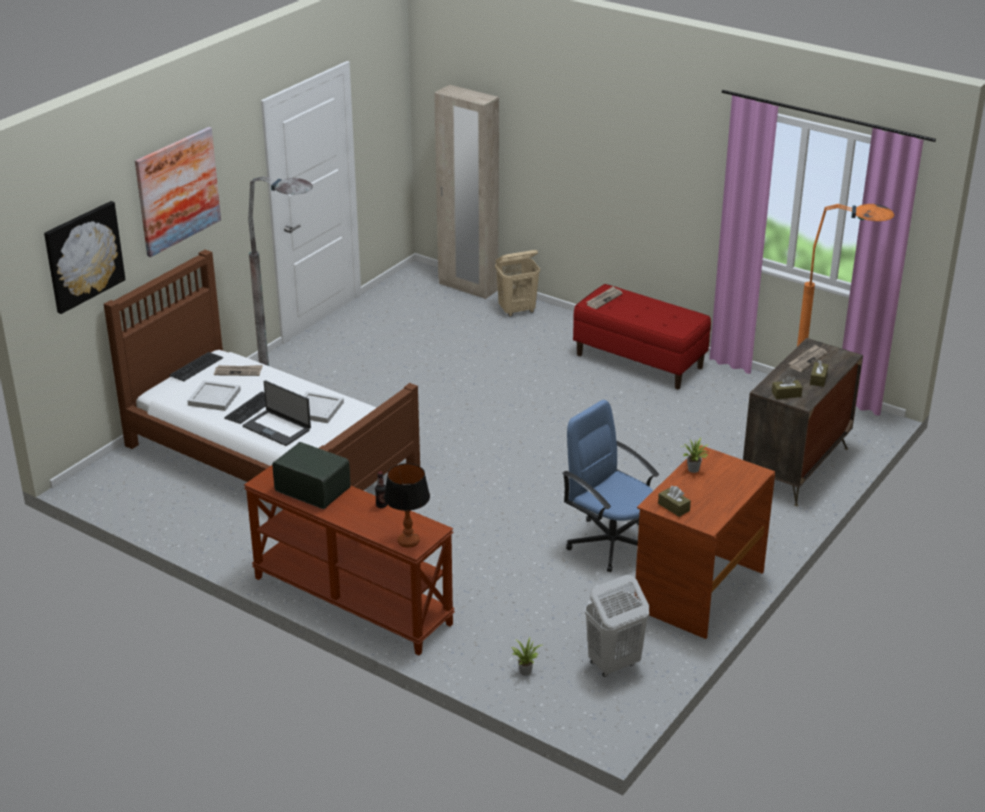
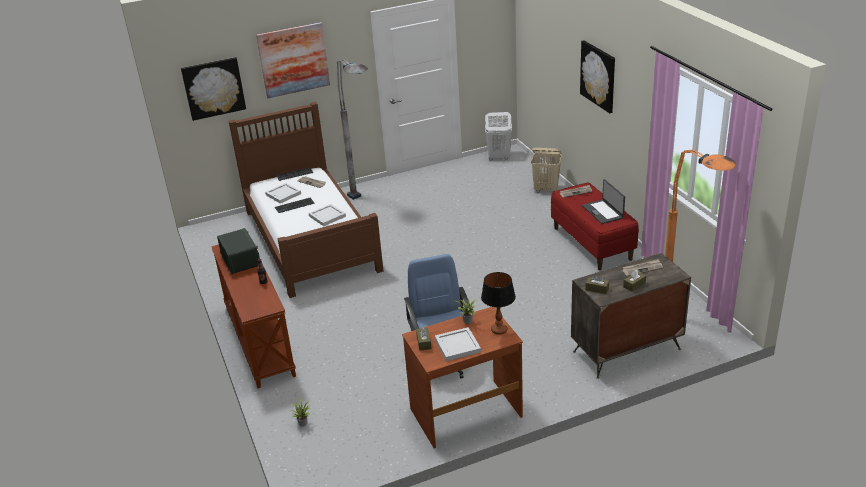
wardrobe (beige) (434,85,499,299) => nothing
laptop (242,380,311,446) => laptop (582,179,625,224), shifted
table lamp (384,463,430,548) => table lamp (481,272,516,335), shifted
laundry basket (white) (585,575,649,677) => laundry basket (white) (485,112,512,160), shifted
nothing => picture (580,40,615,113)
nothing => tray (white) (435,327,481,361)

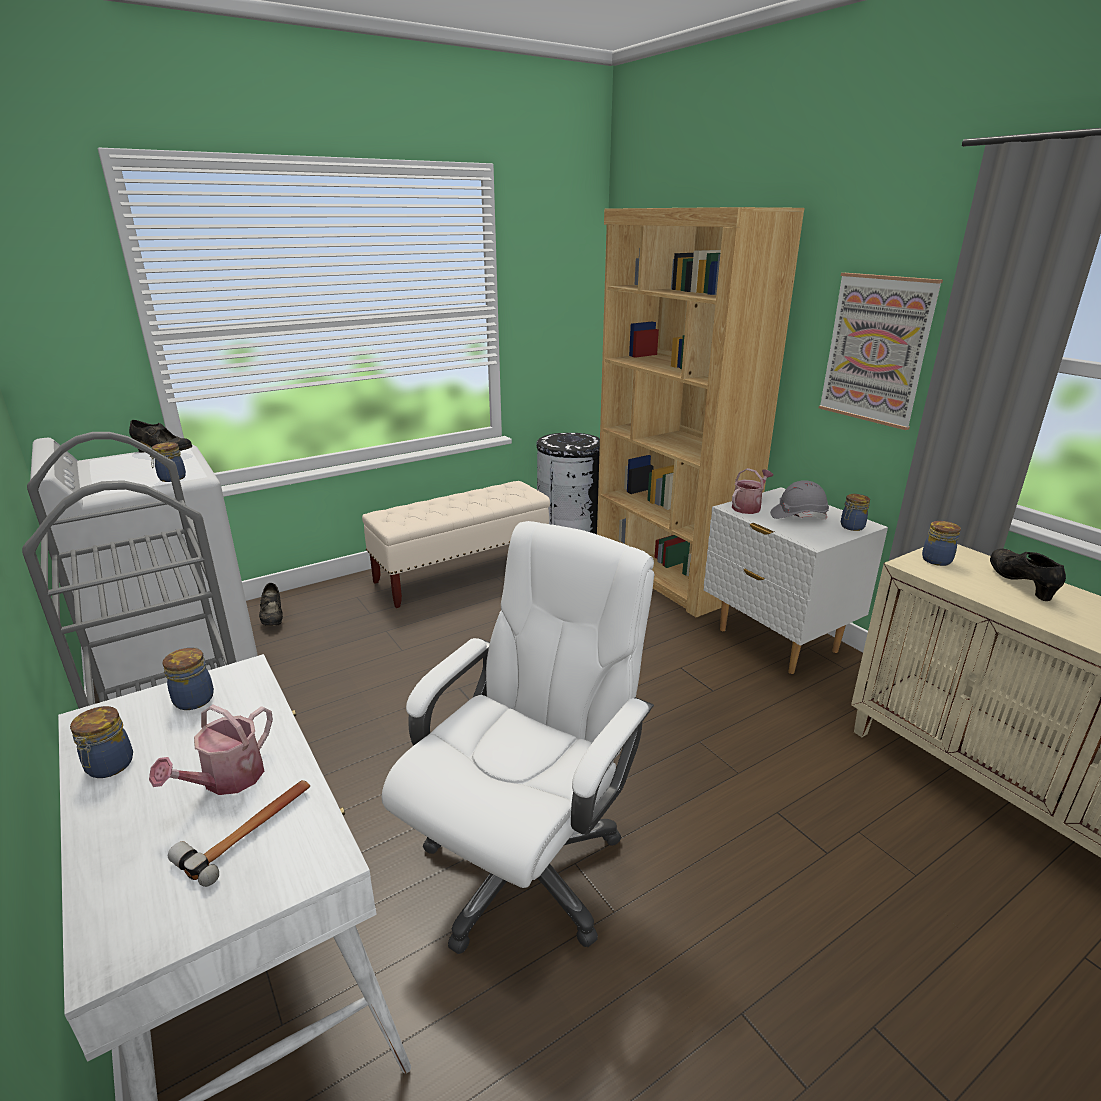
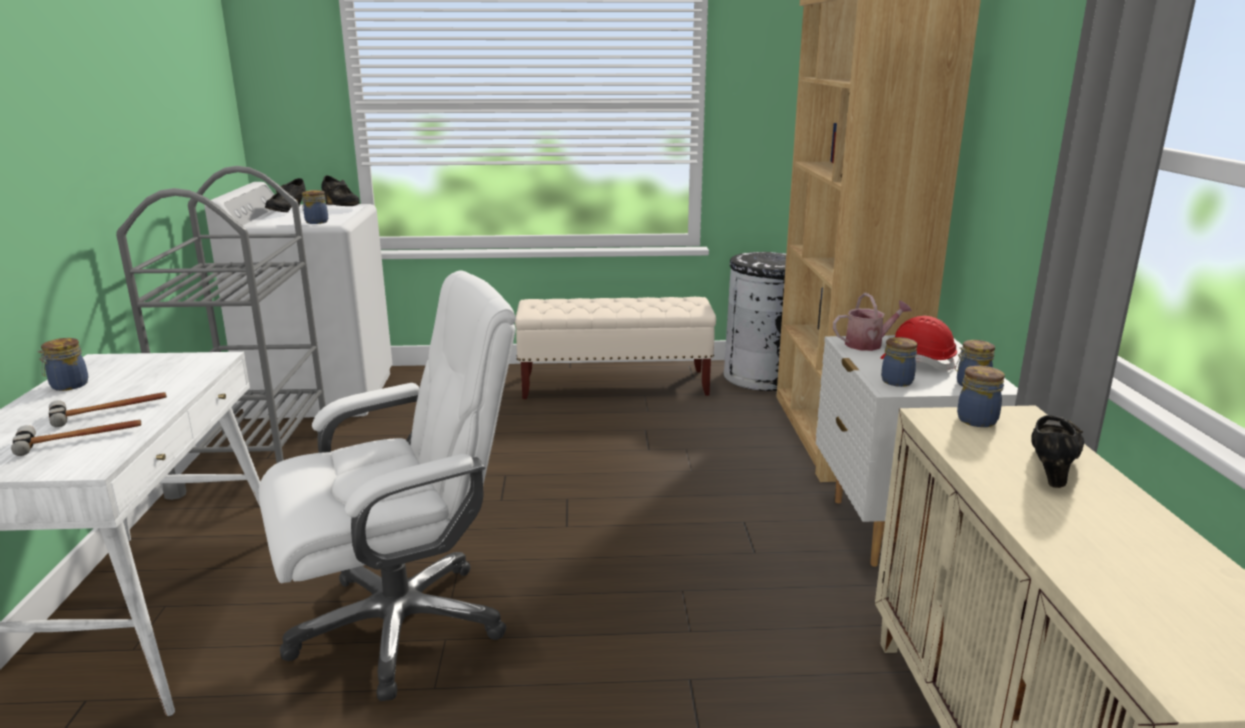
picture (819,273,943,430) => nothing
hard hat (grey) (770,480,829,520) => hard hat (red) (881,316,957,371)
shoe (black) (259,583,283,626) => shoe (black) (265,178,306,212), shifted
jar (163,648,214,710) => jar (881,337,918,387), shifted
watering can (149,705,273,795) => hammer (49,392,167,427)

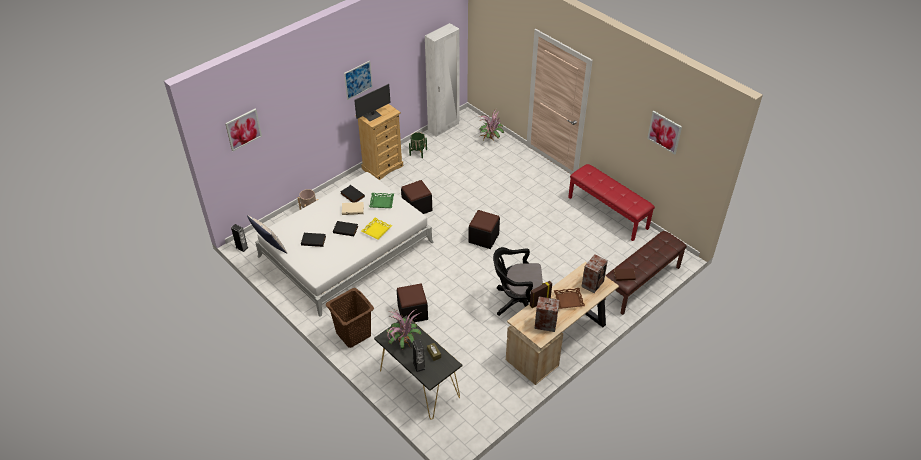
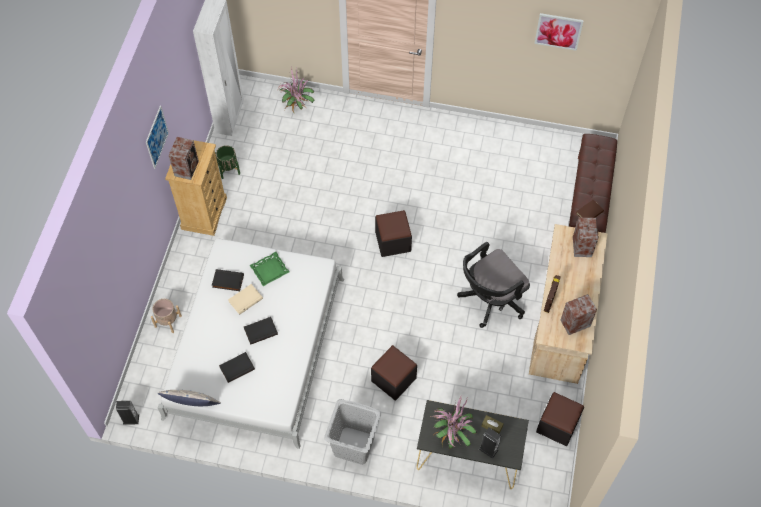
monitor (354,84,391,121) => speaker (168,137,199,180)
picture (225,109,262,151) => nothing
bench (red) (568,164,655,241) => nothing
ottoman (black) (401,180,432,214) => ottoman (black) (536,392,584,446), shifted
tray (yellow) (361,218,392,240) => nothing
laundry basket (brown) (326,288,374,348) => laundry basket (grey) (324,399,381,465)
tray (brown) (554,288,585,309) => nothing

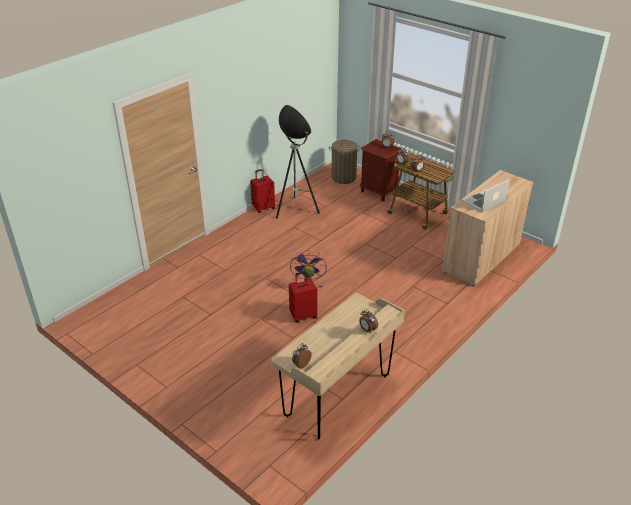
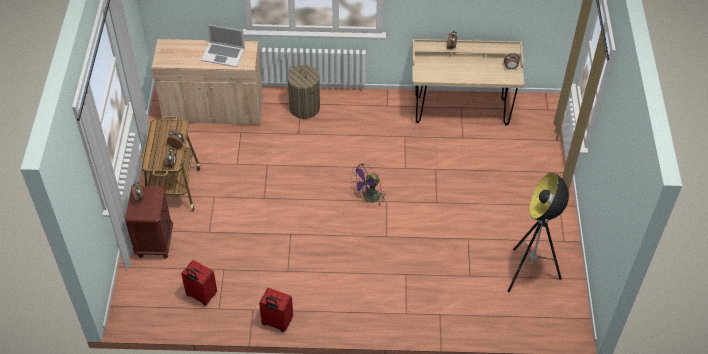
floor lamp (276,105,320,218) => floor lamp (508,172,569,292), shifted
laundry basket (329,140,361,184) => laundry basket (287,65,320,119), shifted
suitcase (red) (289,271,317,323) => suitcase (red) (181,260,217,306), shifted

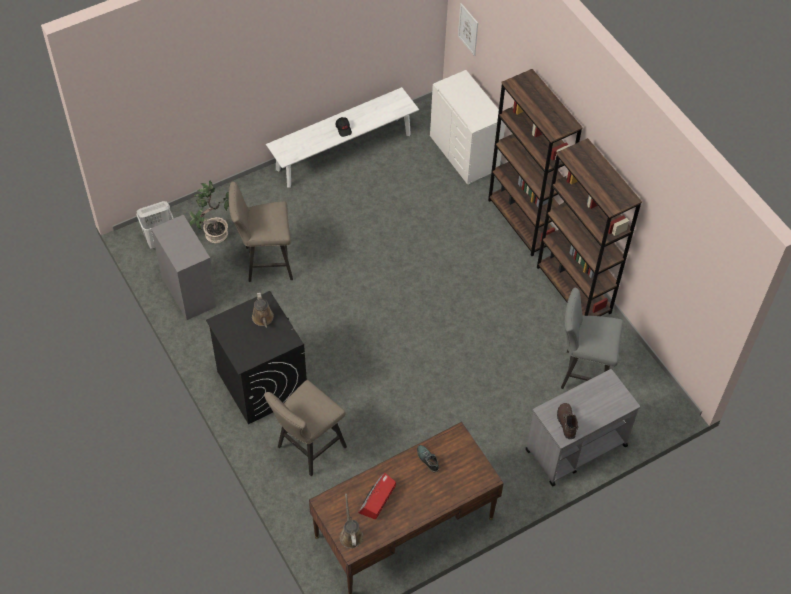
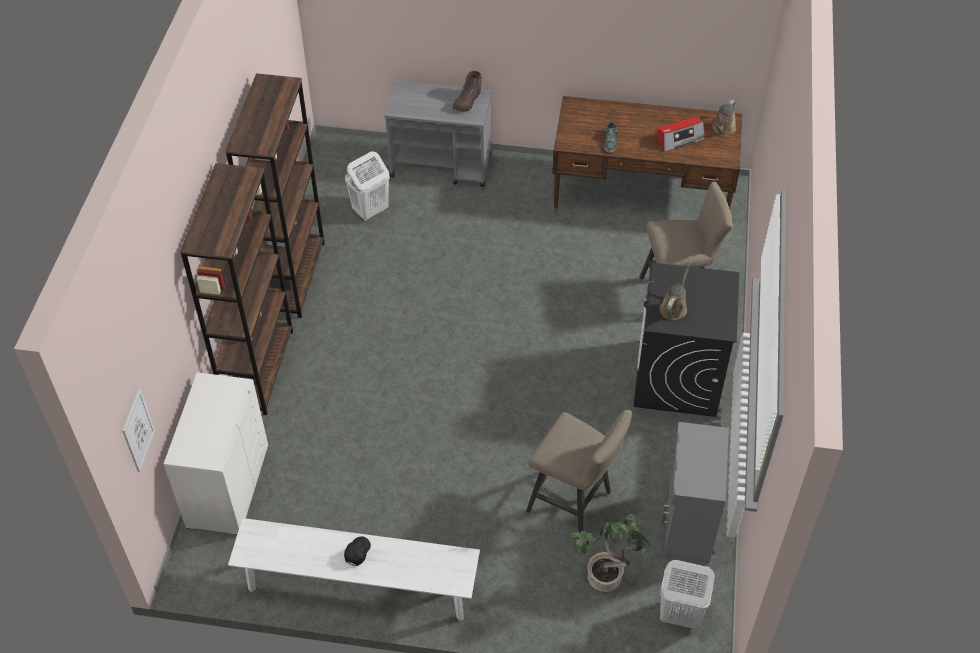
stool (grey) (561,287,623,389) => laundry basket (white) (345,151,390,221)

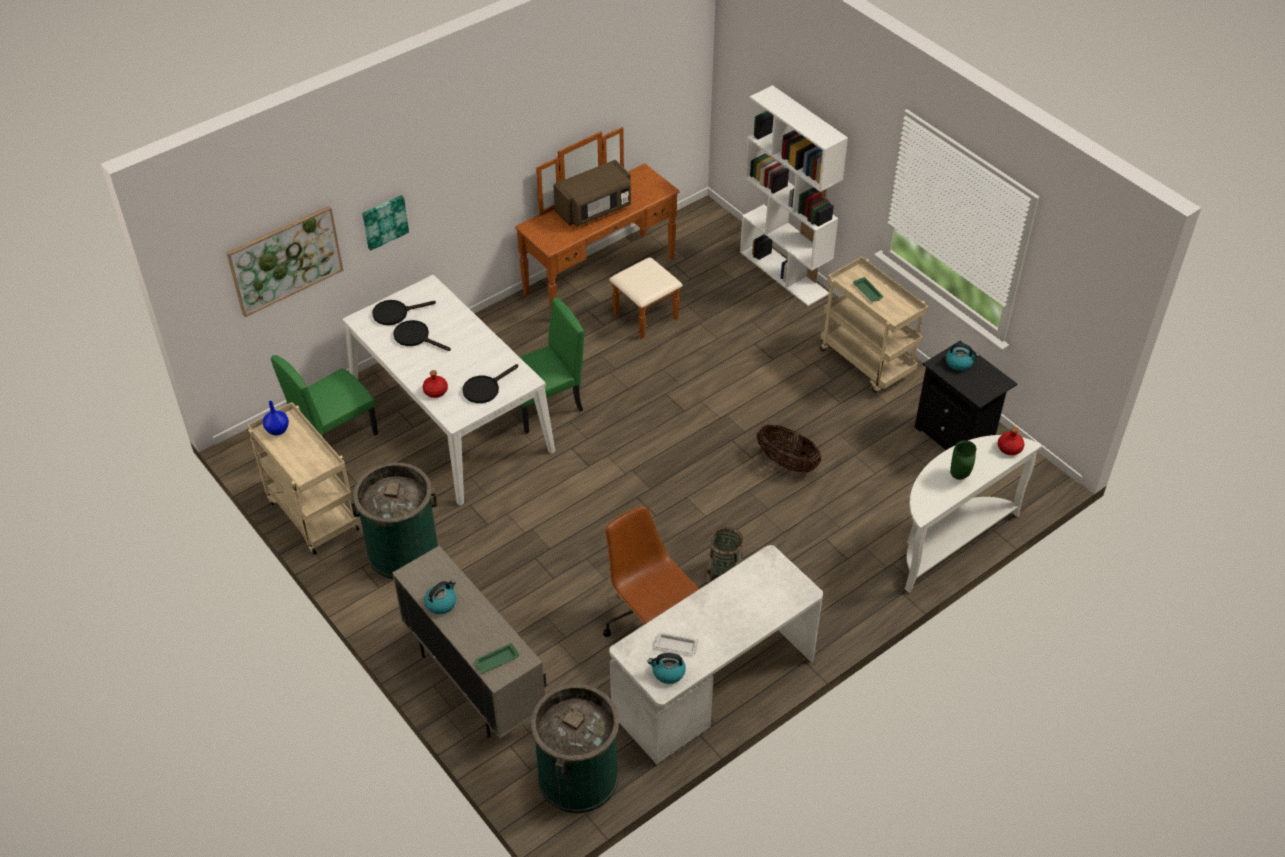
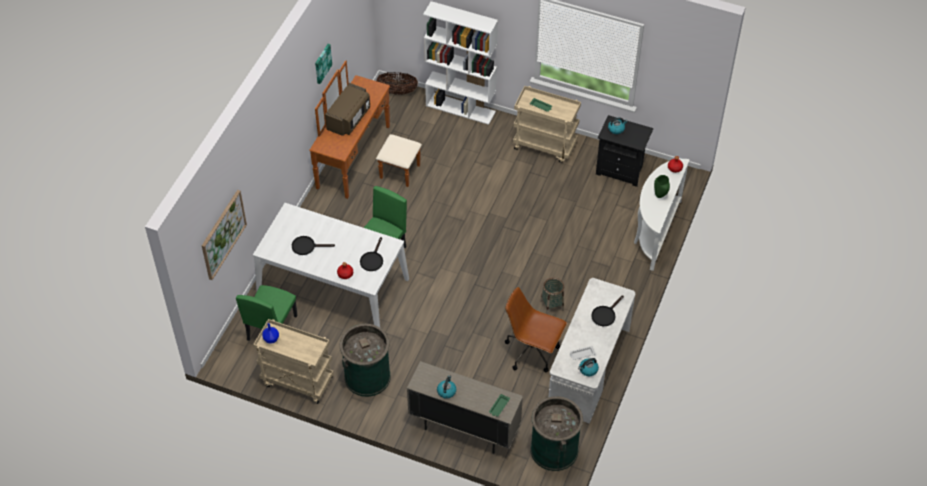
picture (362,195,409,251) => picture (315,44,332,84), shifted
frying pan (black) (372,300,436,325) => frying pan (black) (591,296,624,326), shifted
basket (757,425,822,472) => basket (376,72,418,95), shifted

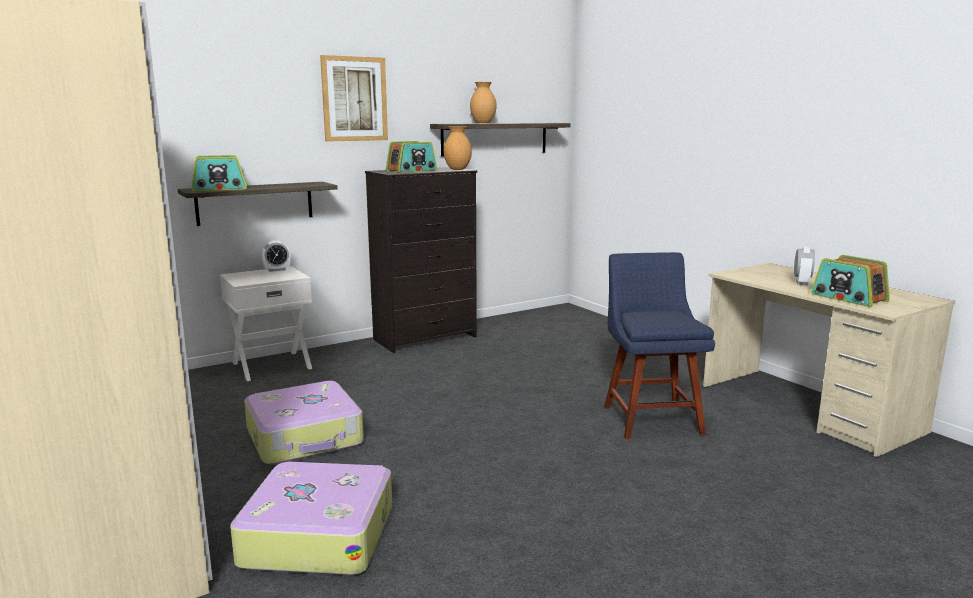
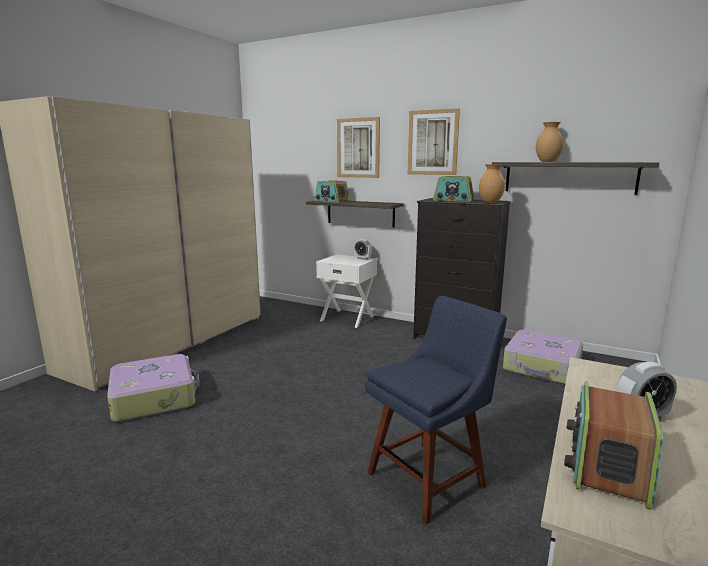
suitcase (244,381,364,465) => suitcase (503,330,583,385), shifted
nothing => picture (337,117,380,178)

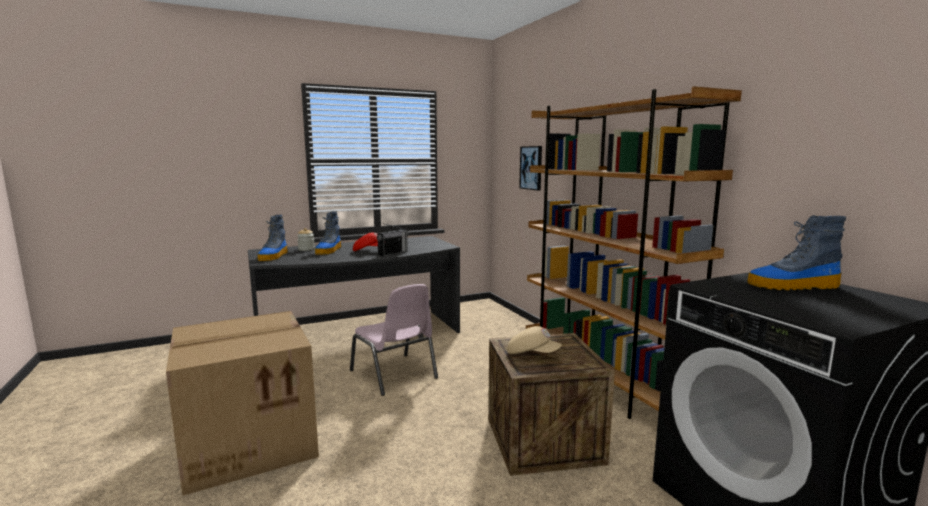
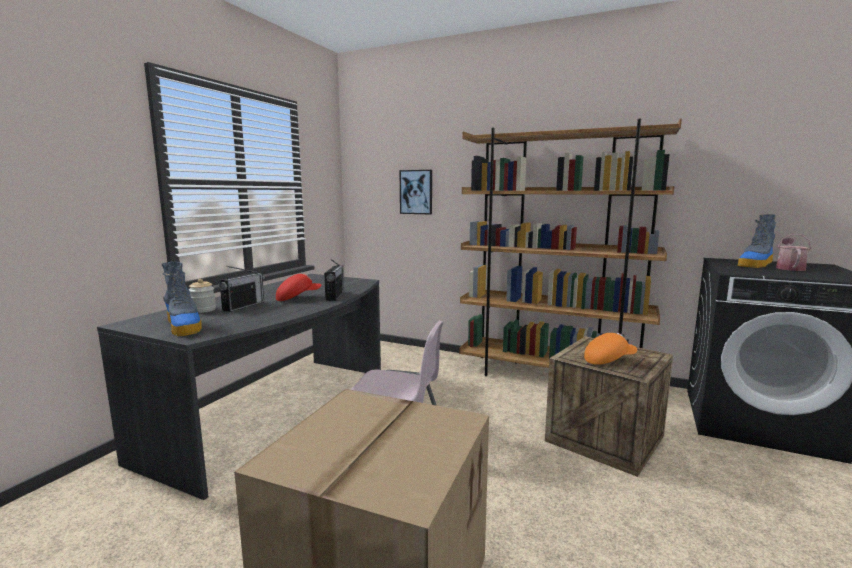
boot (315,211,342,255) => radio (219,266,265,312)
cap (beige) (507,326,562,354) => cap (orange) (584,333,637,365)
nothing => watering can (776,234,811,271)

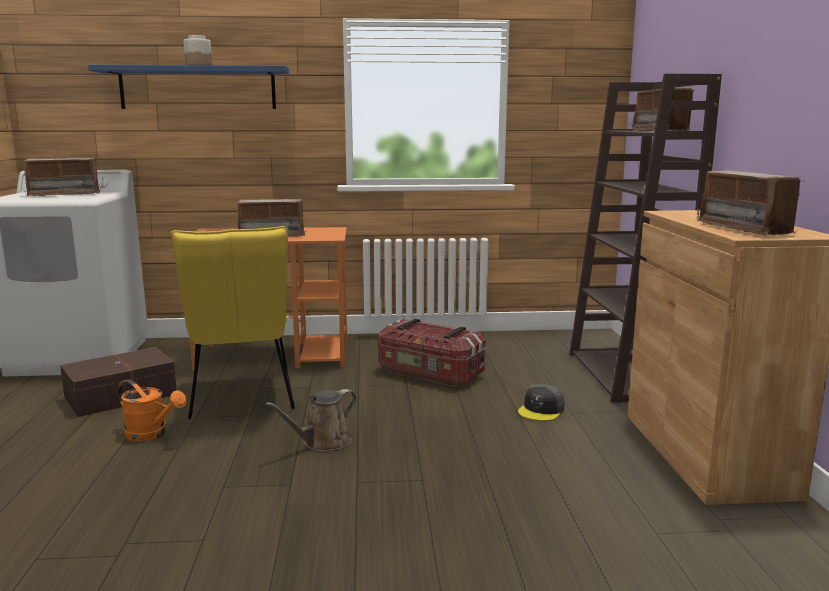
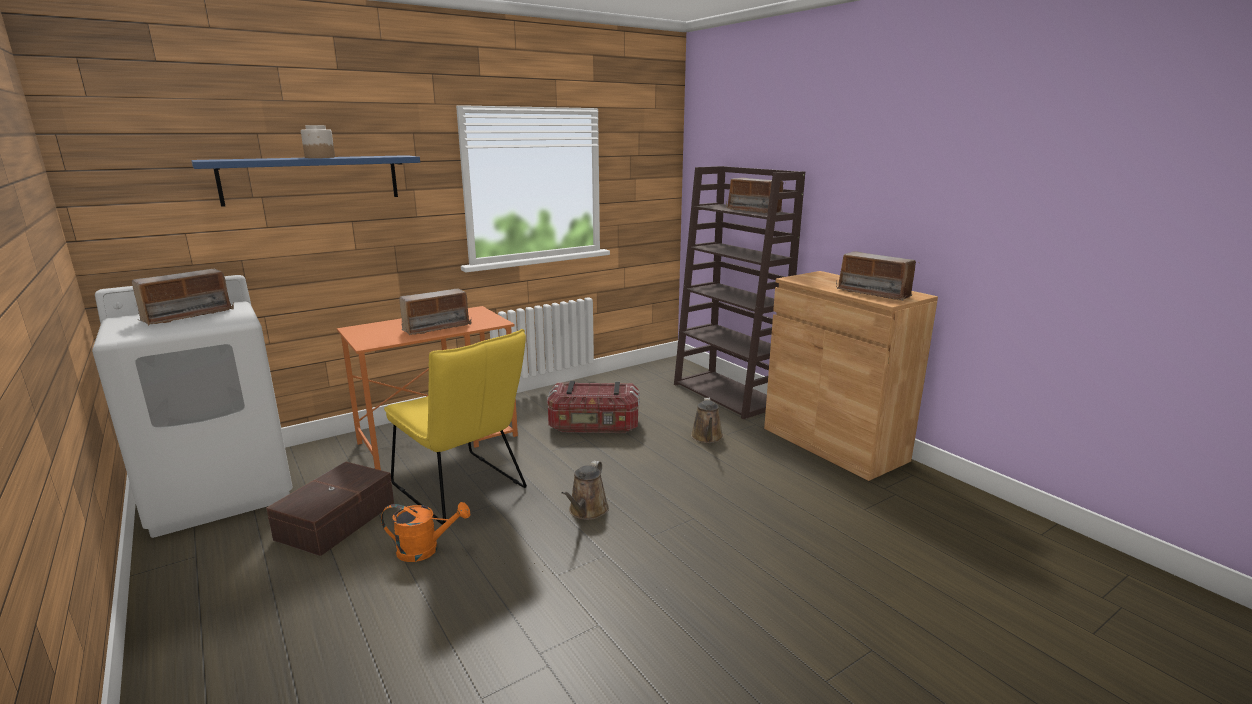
cap (grey) (518,384,565,421) => watering can (brown) (691,398,723,443)

